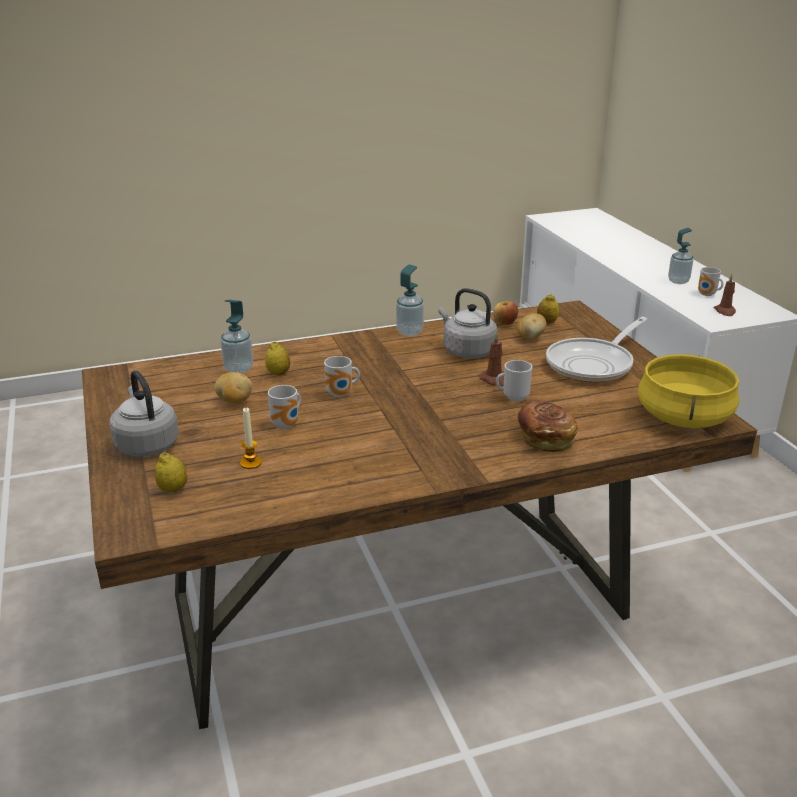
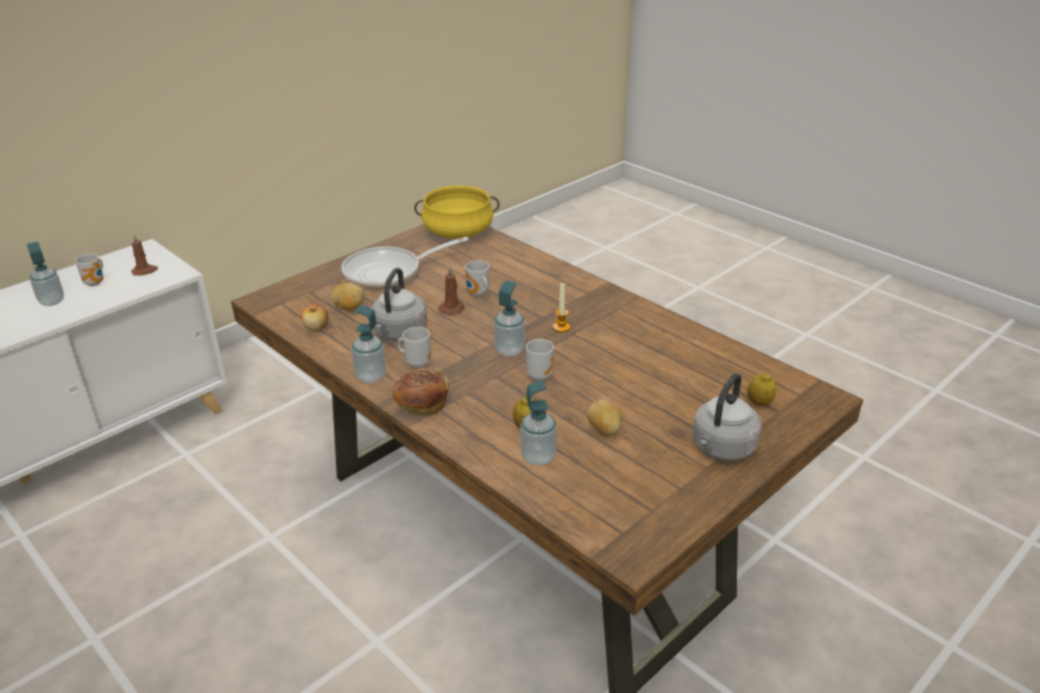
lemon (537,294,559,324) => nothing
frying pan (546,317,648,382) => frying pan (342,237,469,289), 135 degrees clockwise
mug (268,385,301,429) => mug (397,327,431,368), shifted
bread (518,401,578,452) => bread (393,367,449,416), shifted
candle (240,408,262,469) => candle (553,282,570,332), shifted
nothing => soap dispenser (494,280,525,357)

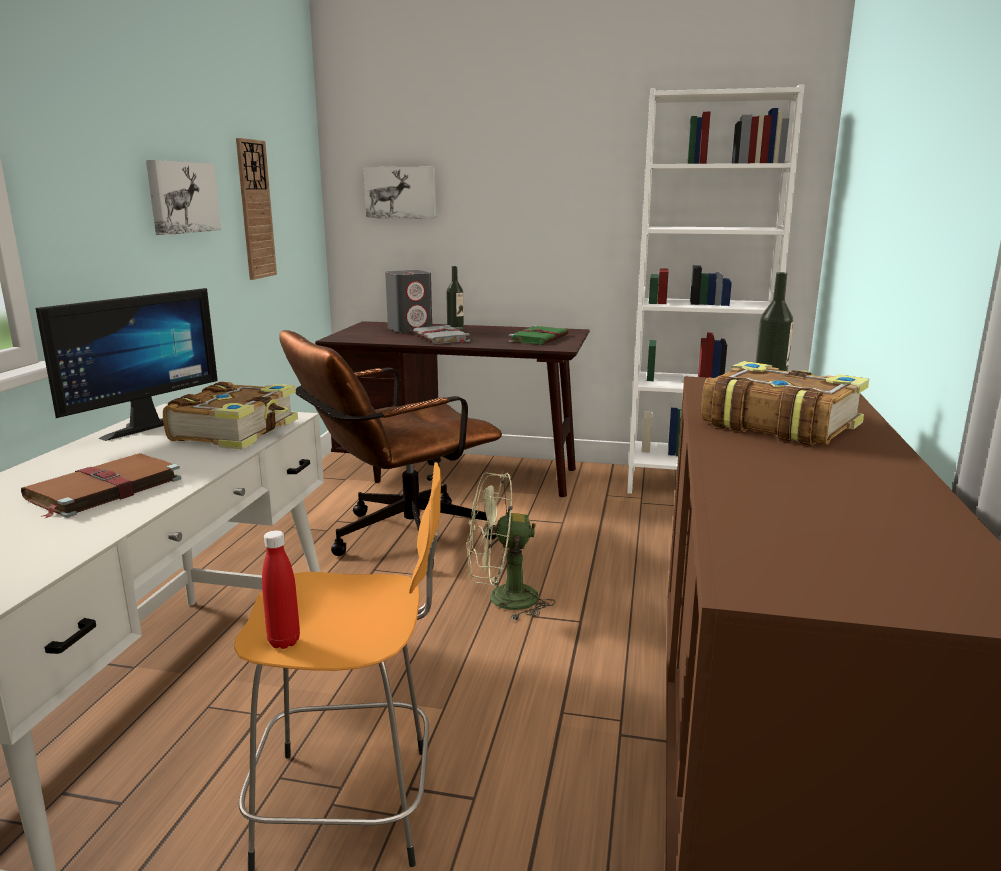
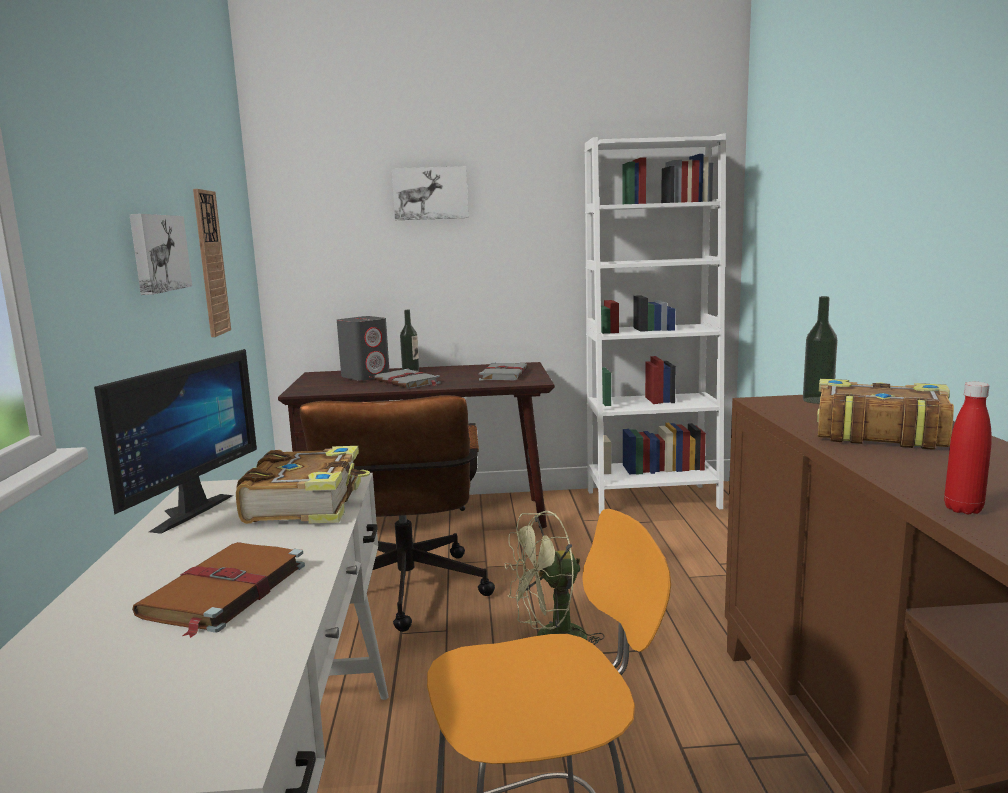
picture (364,167,436,219) => picture (392,166,468,220), shifted
book (green) (509,326,568,345) => book (grey) (479,362,528,381)
office chair (brown) (279,330,502,566) => office chair (brown) (300,395,495,632), 45 degrees counterclockwise
bottle (red) (262,530,300,649) => bottle (red) (944,382,992,514), shifted

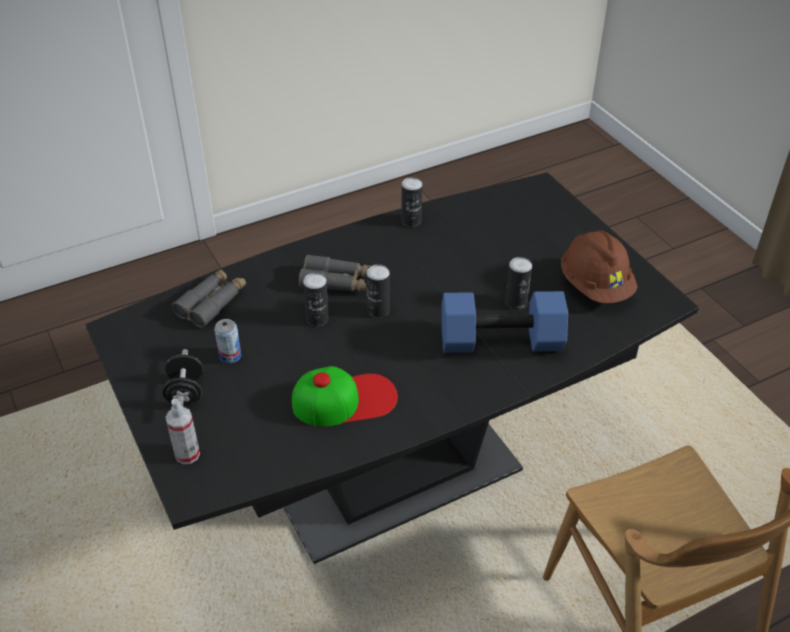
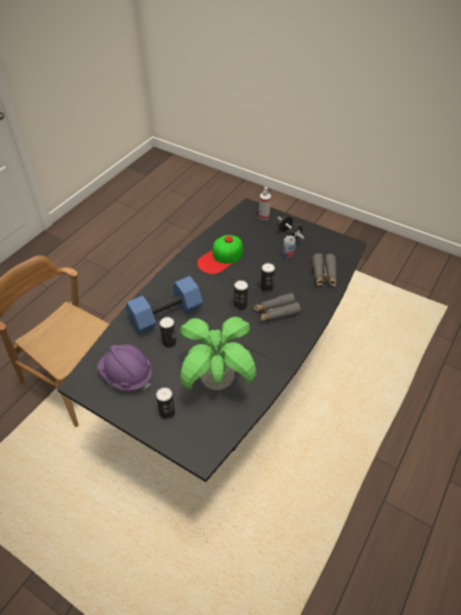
can (401,177,423,227) => can (156,387,175,420), shifted
hard hat (brown) (561,230,637,303) => hard hat (purple) (97,344,152,391)
nothing => potted plant (180,317,256,390)

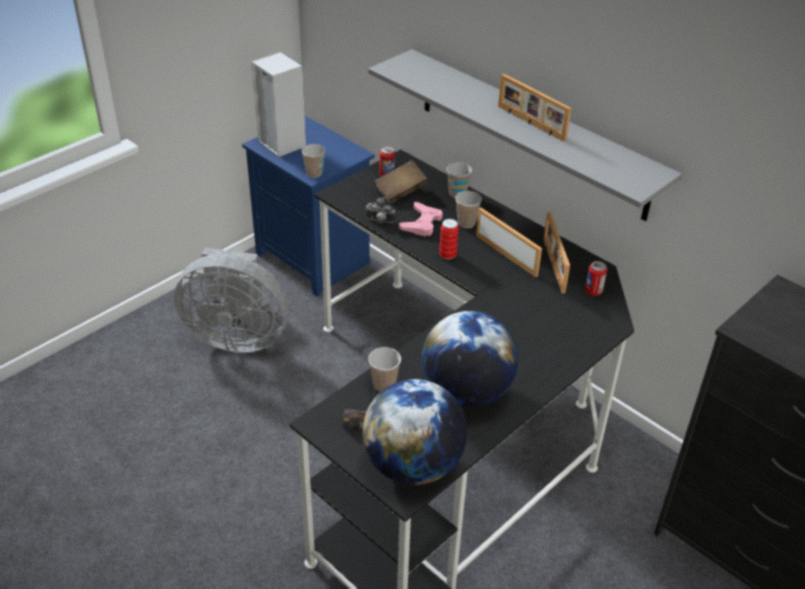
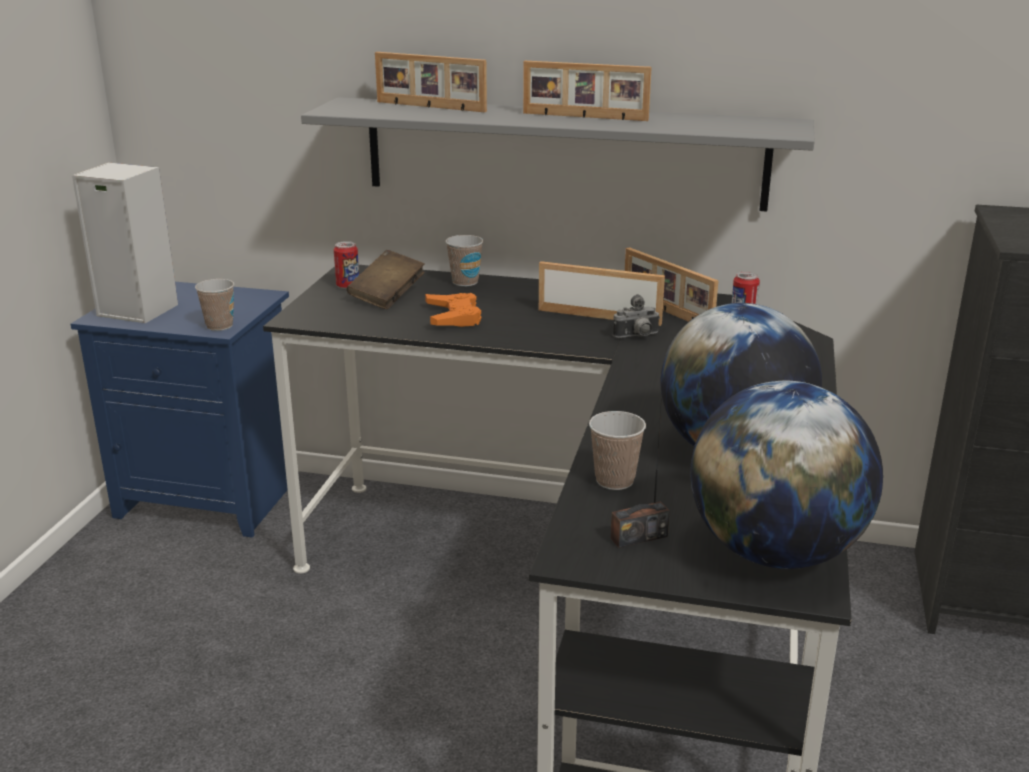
cup (455,191,482,228) => nothing
photo camera (365,197,395,224) => photo camera (613,294,660,338), shifted
game controller (pink) (399,202,442,236) => game controller (orange) (425,293,481,327)
can (439,219,459,260) => nothing
fan (grey) (174,248,289,353) => nothing
nothing => picture frame (375,52,487,112)

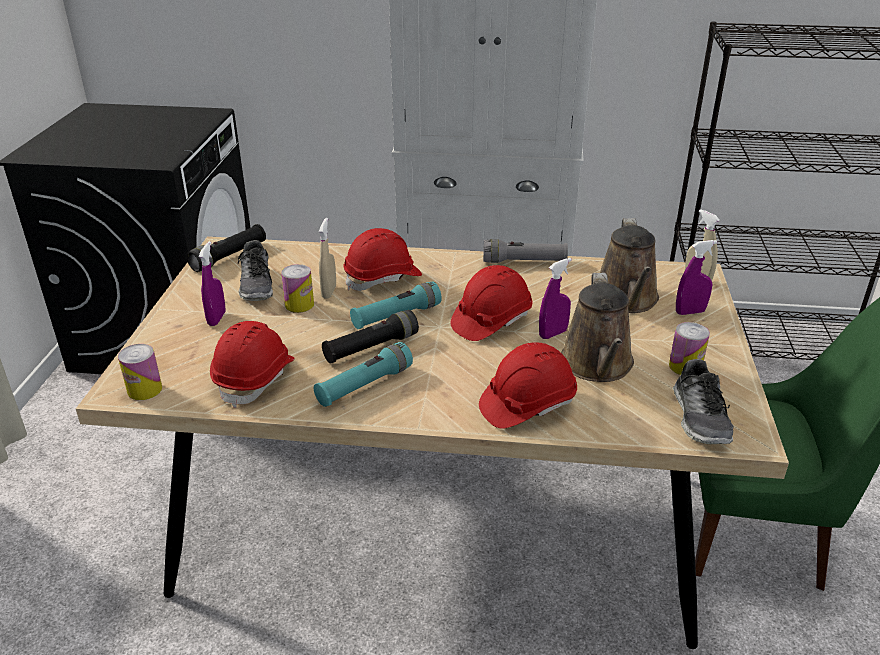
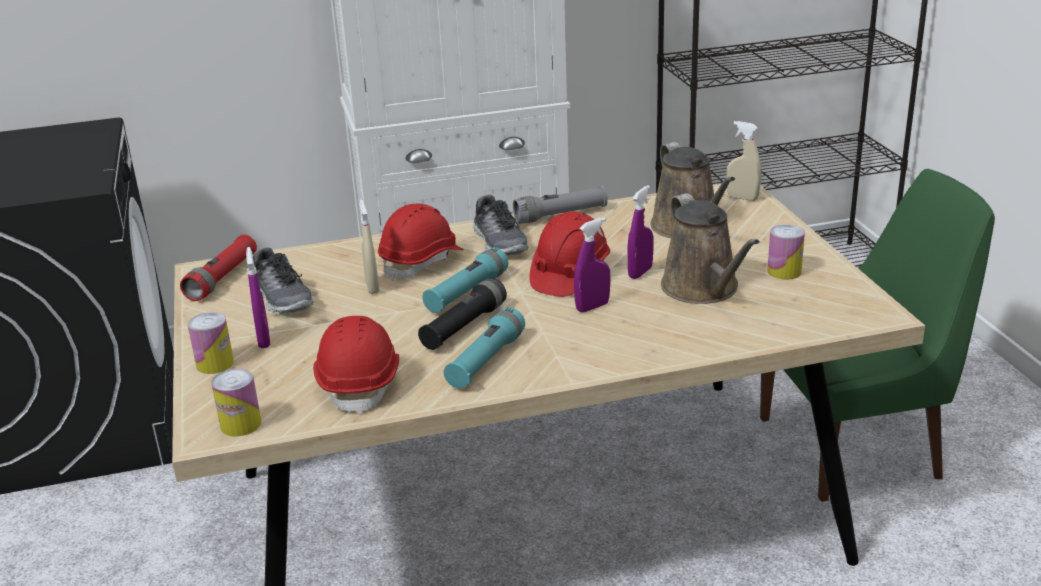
flashlight (black) (186,224,266,272) => flashlight (red) (180,234,257,301)
spray bottle (purple) (676,240,718,315) => spray bottle (purple) (574,217,611,312), shifted
can (281,264,314,313) => can (188,312,234,374), shifted
hard hat (red) (479,342,577,429) => nothing
shoe (673,359,733,444) => shoe (473,195,529,257), shifted

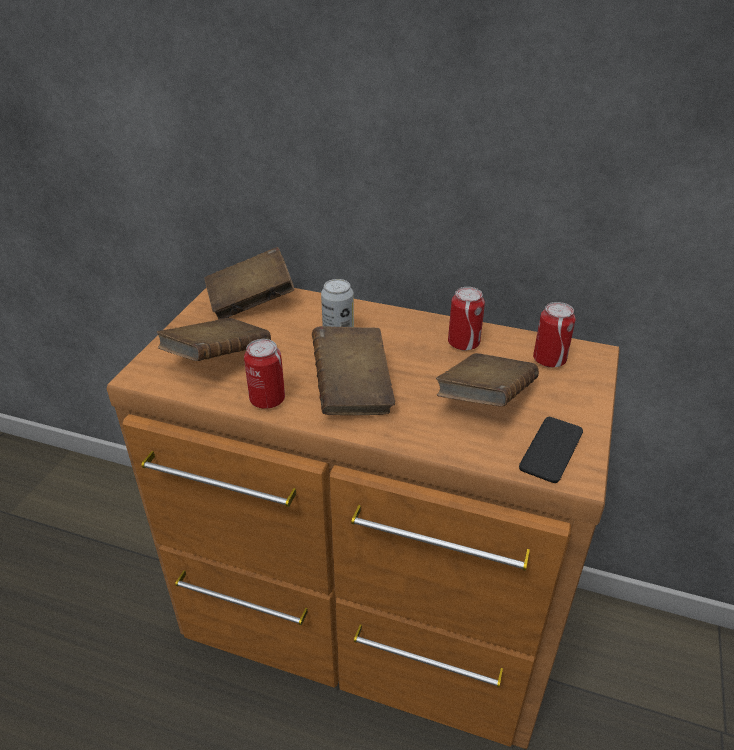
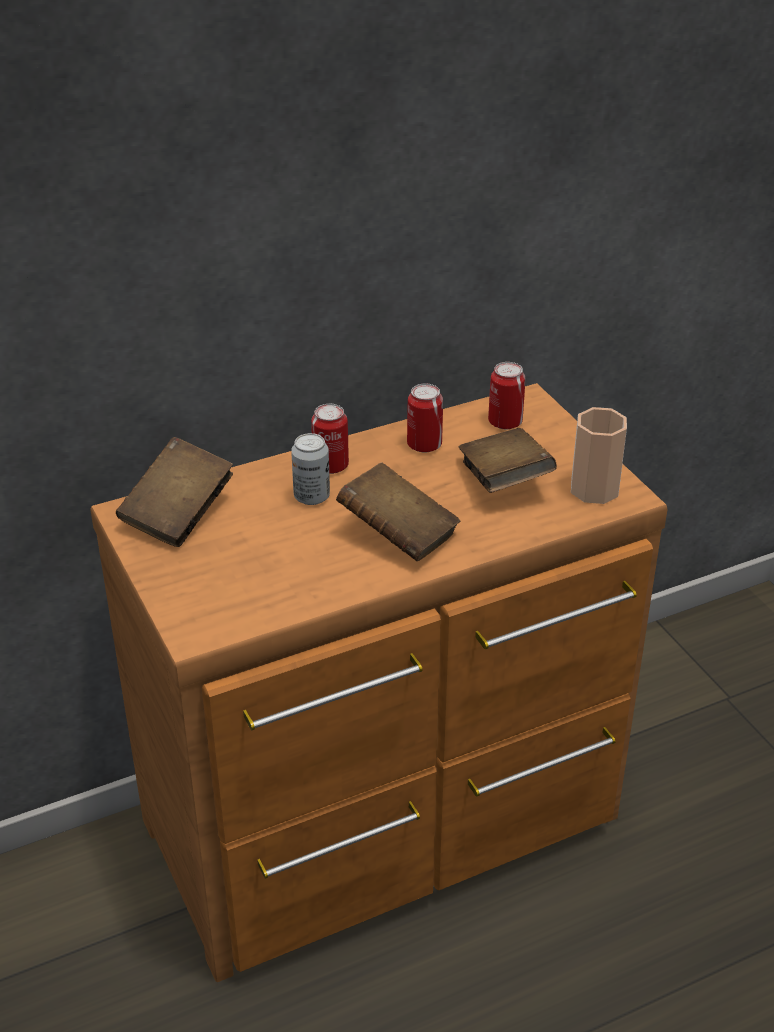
book (brown) (156,318,271,361) => nothing
can (244,339,285,409) => can (311,404,349,474), shifted
phone (519,417,583,483) => cup (571,407,627,504)

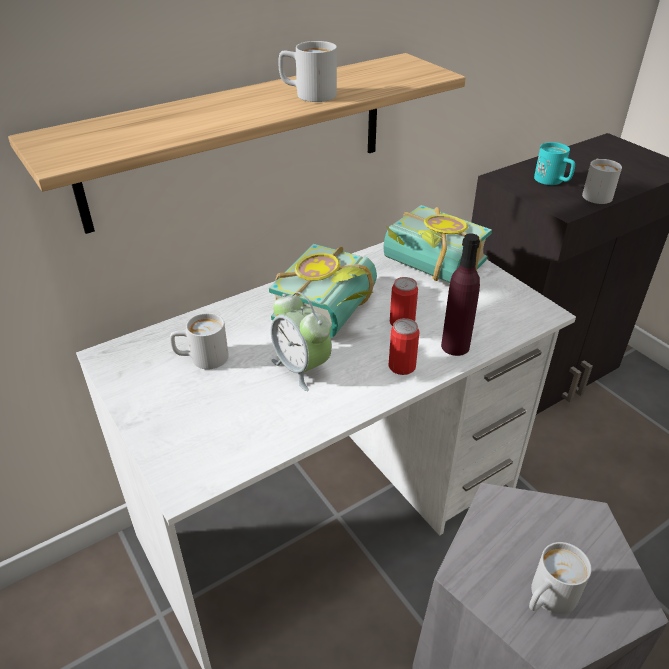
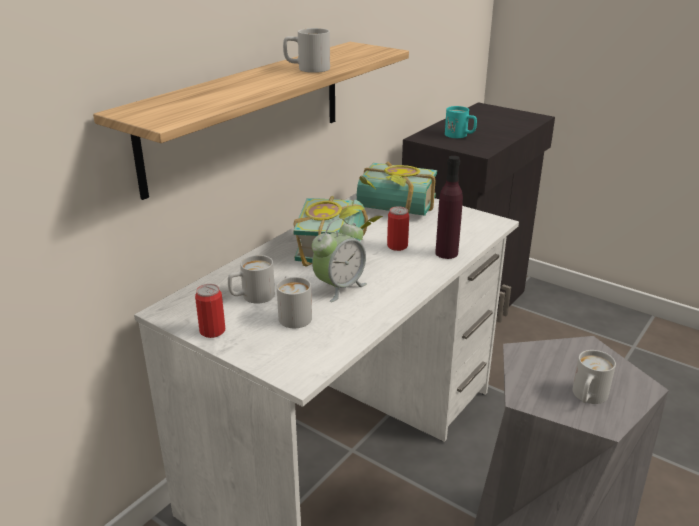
mug (white) (582,159,622,204) => mug (white) (277,276,312,328), shifted
alarm clock (271,292,332,391) => alarm clock (312,218,367,302), 75 degrees counterclockwise
can (388,318,420,375) => can (195,284,225,338), shifted

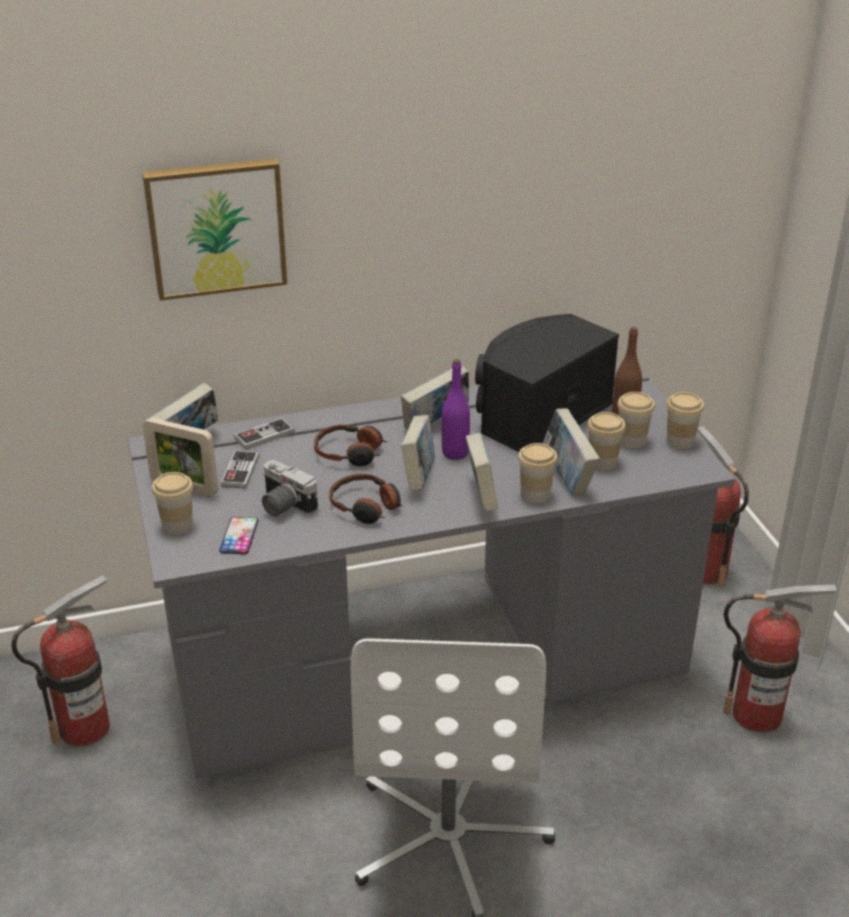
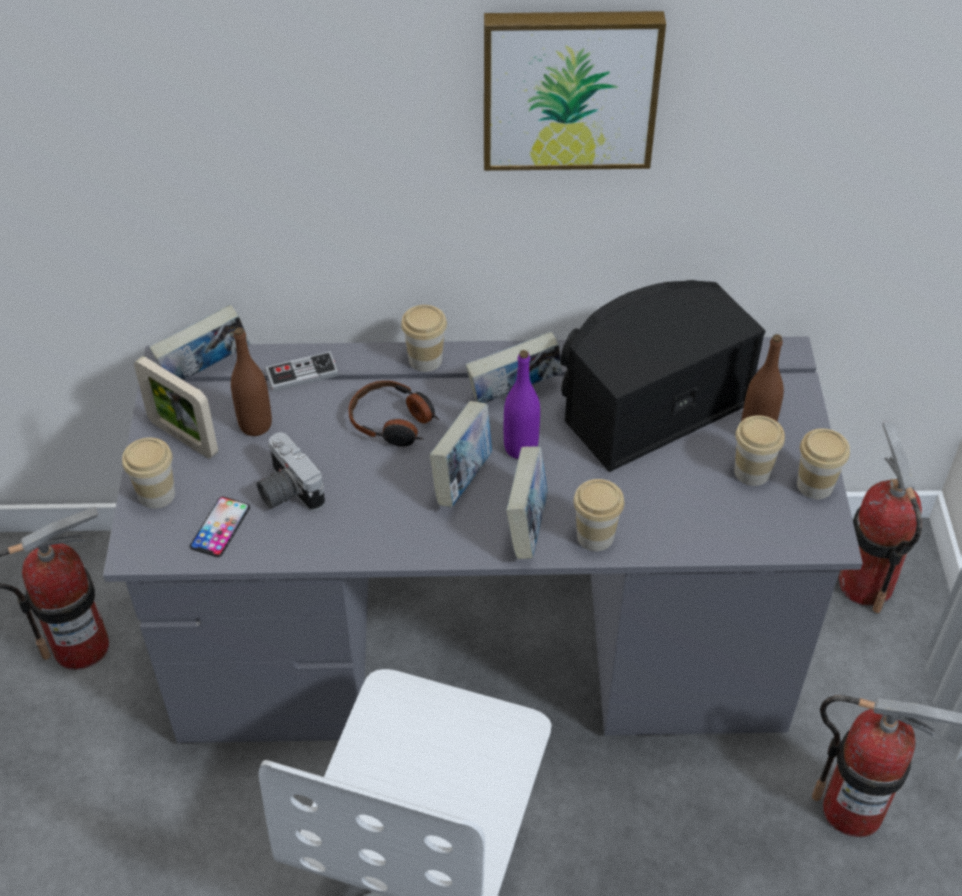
picture (142,158,287,301) => picture (484,11,666,171), shifted
book (543,408,600,496) => nothing
cup (587,412,626,470) => cup (401,305,447,372), shifted
game controller (221,450,259,489) => bottle (brown) (231,327,272,436)
headphones (329,474,403,524) => nothing

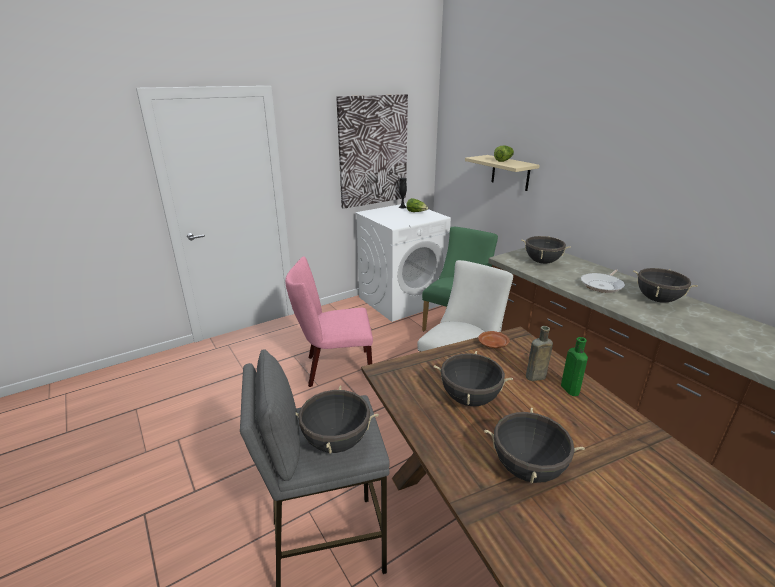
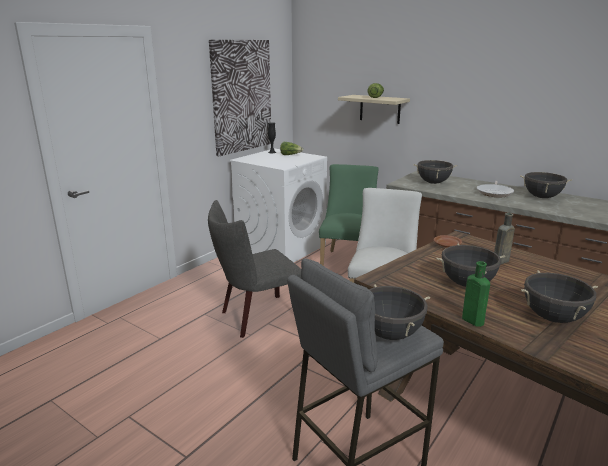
chair (pink) (285,256,373,387) => chair (grey) (208,200,301,338)
bottle (green) (561,337,588,396) => bottle (green) (462,261,490,327), shifted

